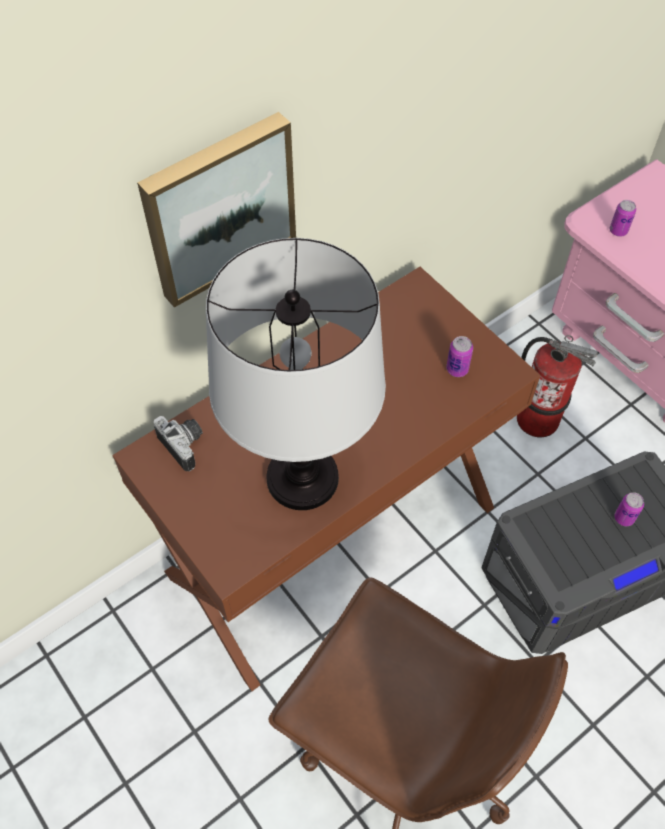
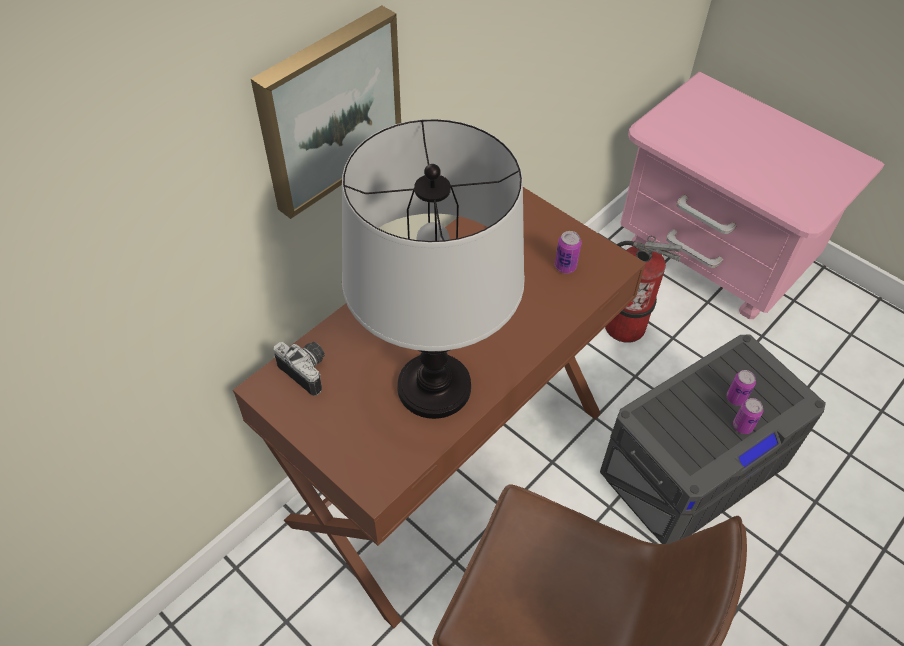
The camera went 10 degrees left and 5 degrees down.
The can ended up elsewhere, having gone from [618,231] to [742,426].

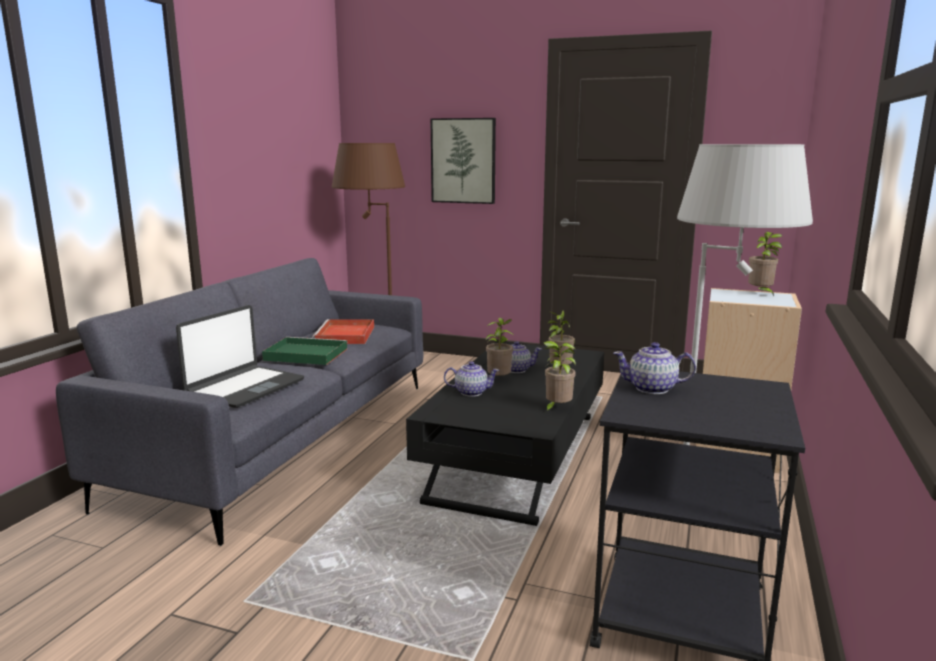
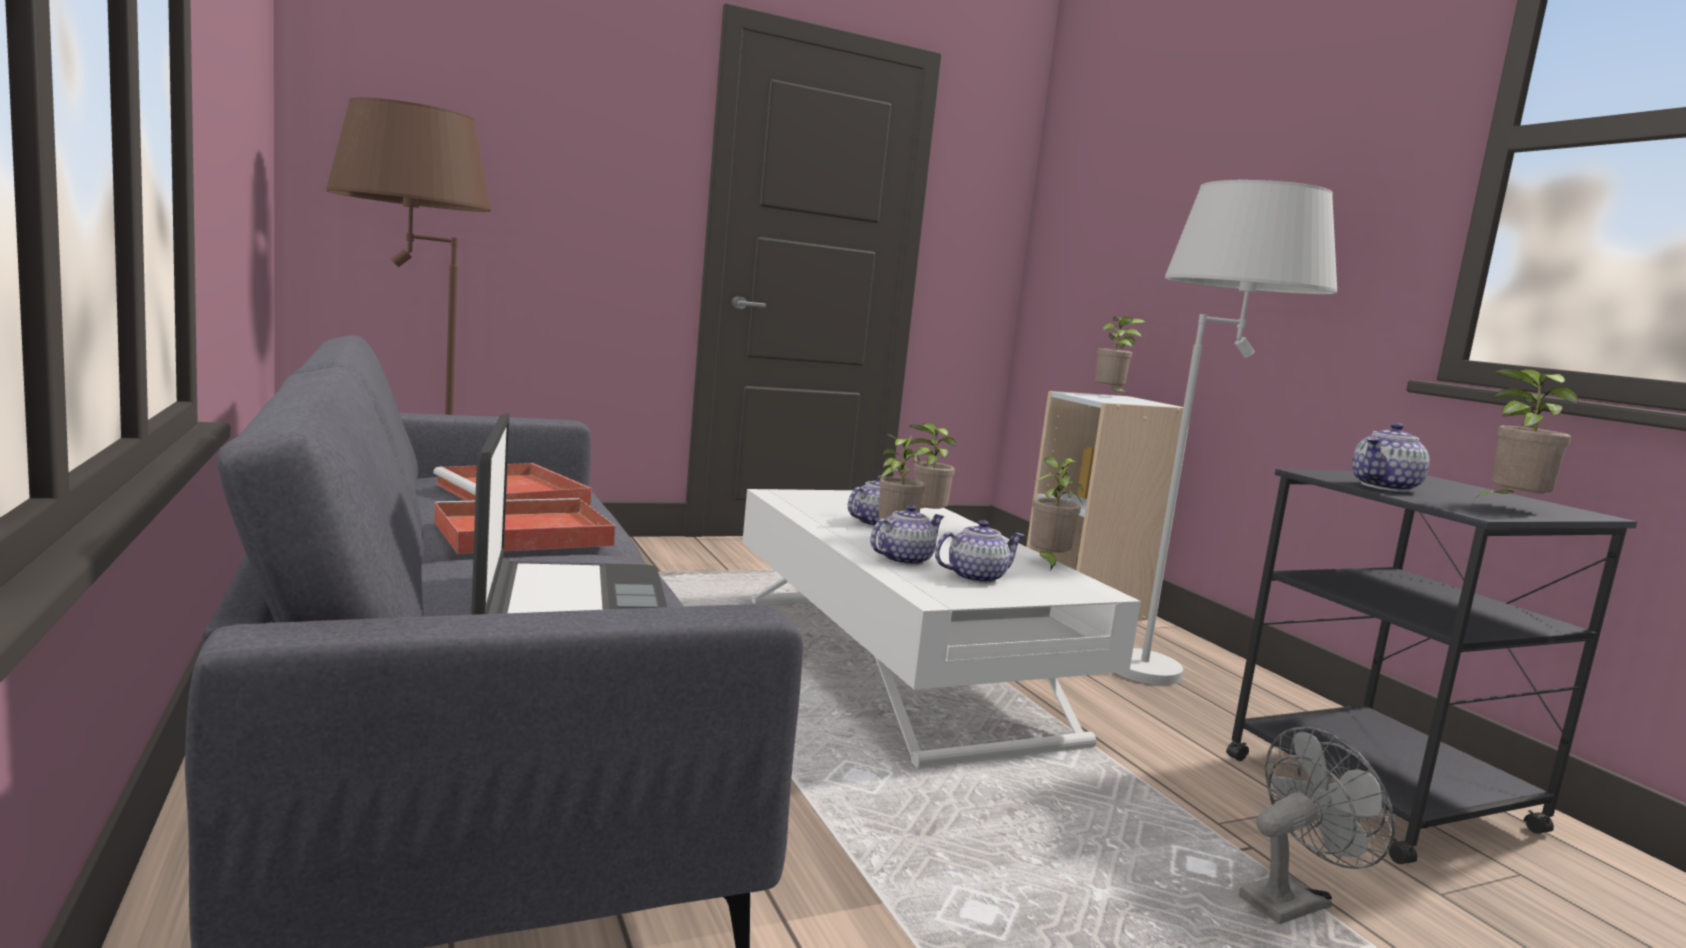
The camera went 45 degrees left and 5 degrees down.
The second view lost the picture at [463,161].
What was the tray in green at [304,354] turned into the tray in red at [519,534].
What was the coffee table in black at [517,456] turned into the coffee table in white at [897,664].
The second view gained the potted plant at [1511,507].
The second view gained the teapot at [975,577].
The second view gained the fan in grey at [1292,899].

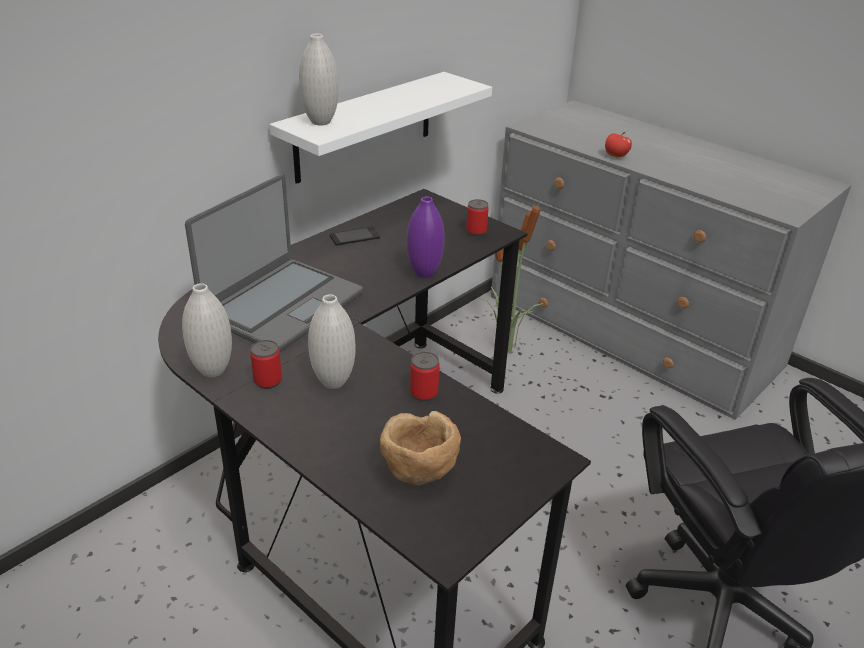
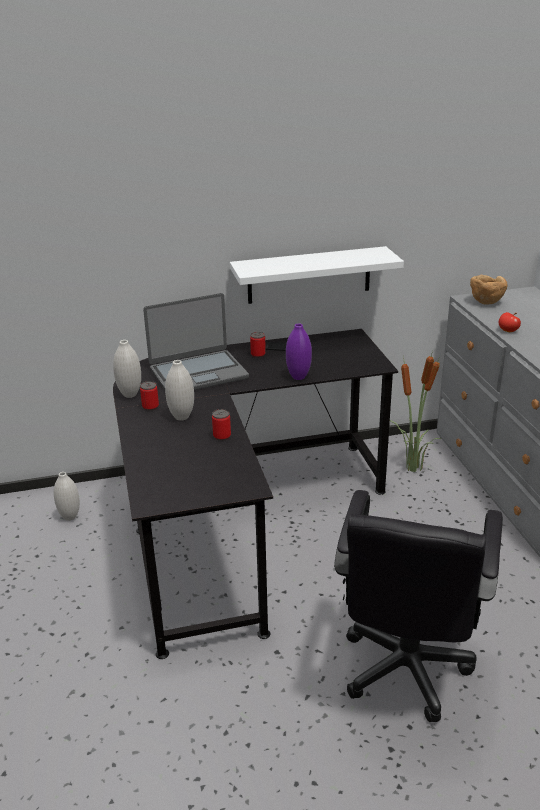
The camera went 35 degrees right and 5 degrees down.
The vase in white ended up elsewhere, having gone from [320,122] to [70,517].
The can ended up elsewhere, having gone from [476,231] to [258,355].
The bowl in brown ended up elsewhere, having gone from [418,473] to [486,302].

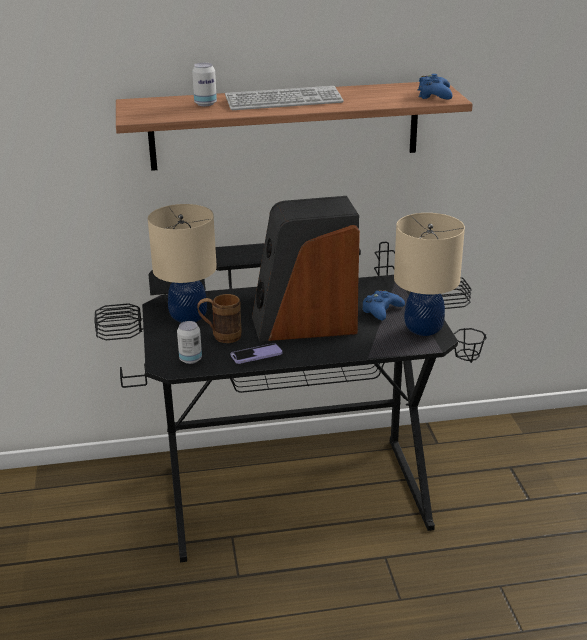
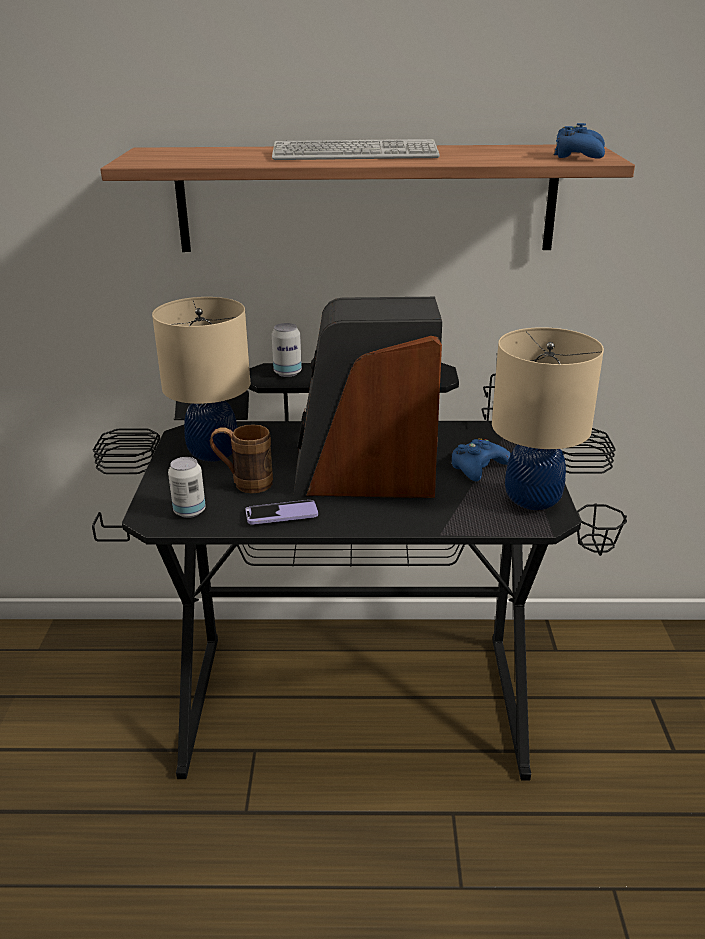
The camera went 10 degrees right and 0 degrees up.
The can ended up elsewhere, having gone from [205,104] to [287,373].

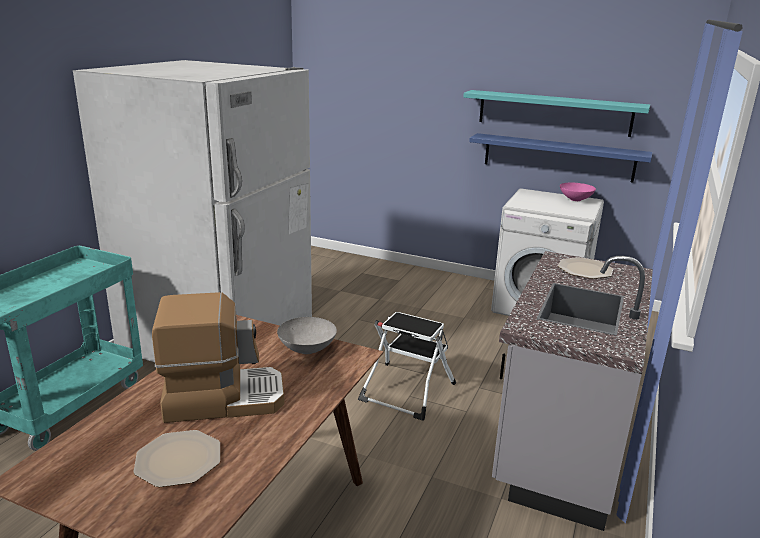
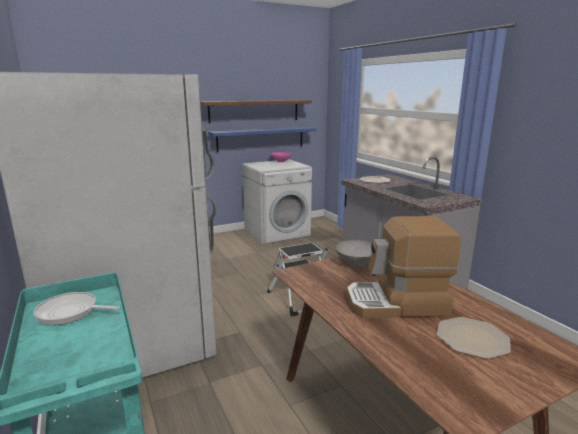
The camera went 50 degrees left and 5 degrees down.
What was the shelf in turquoise at [554,113] turned into the shelf in brown at [254,111].
The coffee machine at [223,397] ended up facing another way, 120 degrees counterclockwise from before.
The second view gained the frying pan at [70,312].

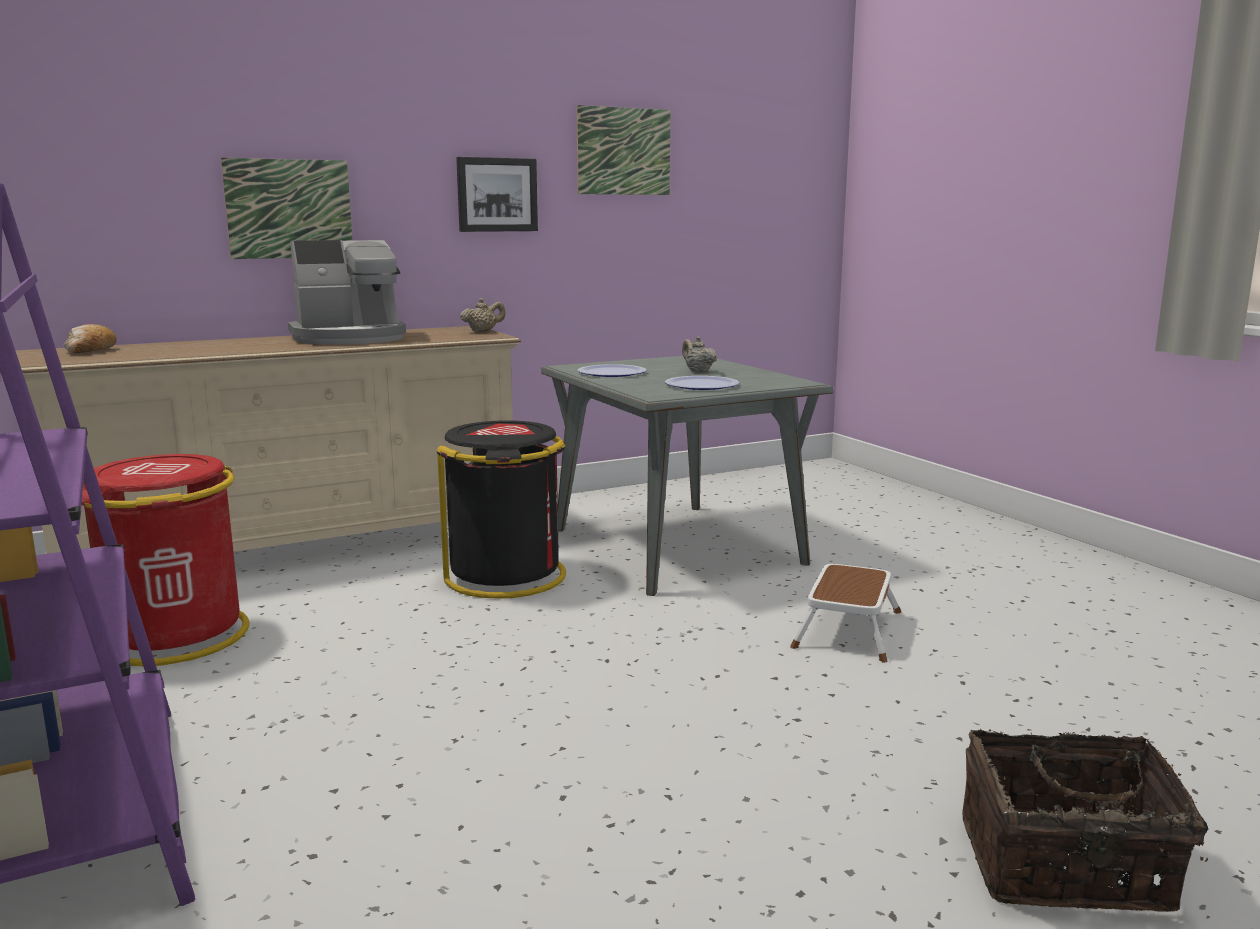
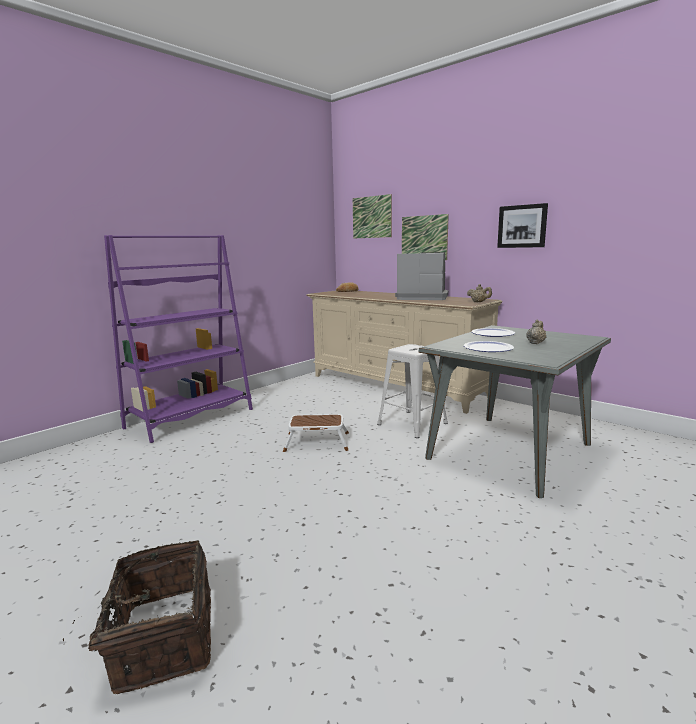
The camera went 70 degrees right and 0 degrees up.
The picture ended up elsewhere, having gone from [624,151] to [372,217].
The coffee machine at [350,338] ended up facing another way, 150 degrees clockwise from before.
Where the trash can in black stood at [507,576], the stool in white came to stand at [412,424].
The second view lost the trash can in red at [174,636].
The step ladder in brown ended up elsewhere, having gone from [848,629] to [317,442].

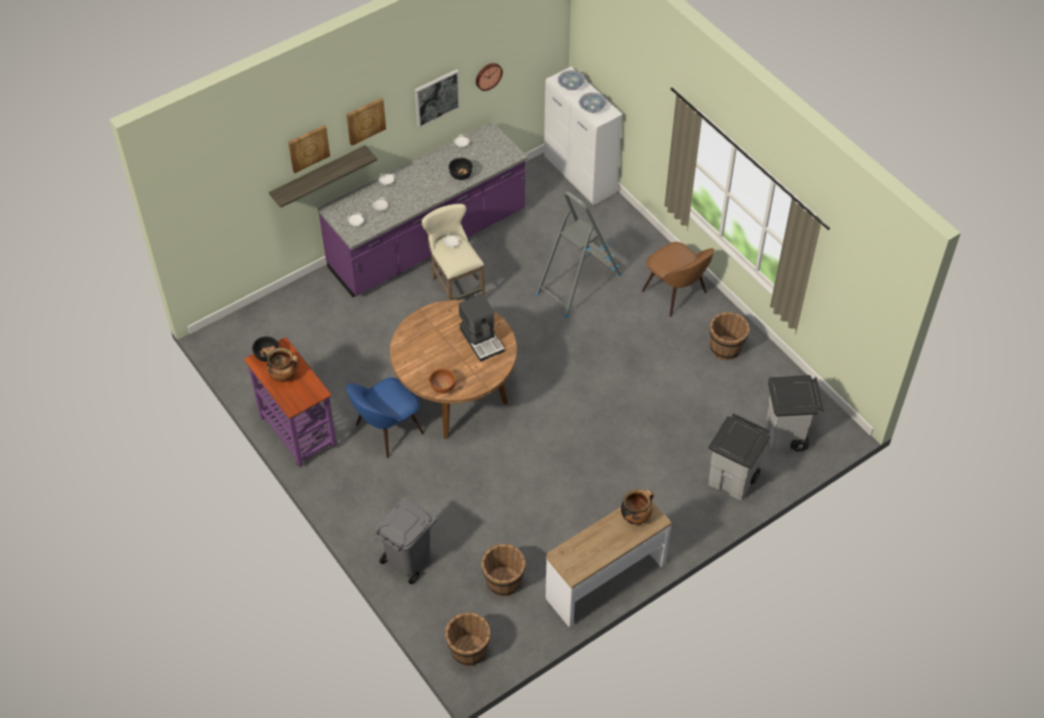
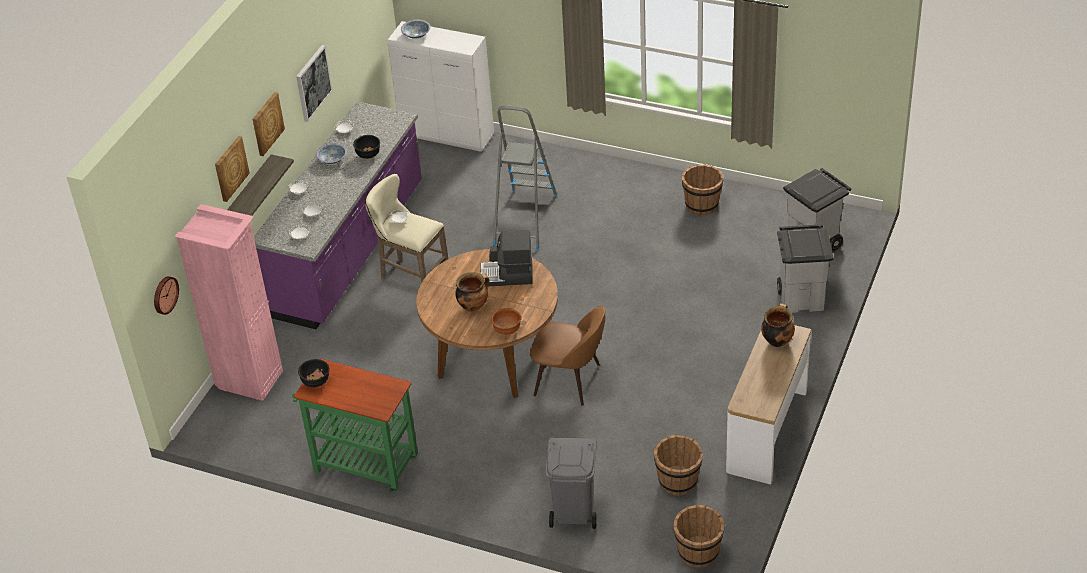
The camera went 30 degrees left and 10 degrees down.
The wall clock ended up elsewhere, having gone from [488,75] to [164,295].
The bowl ended up elsewhere, having gone from [592,107] to [332,159].
The chair in brown ended up elsewhere, having gone from [676,293] to [570,380].
The coffee machine at [482,339] ended up facing another way, 150 degrees clockwise from before.
What was the cart in purple at [297,431] turned into the cart in green at [364,465].
The cooking pot ended up elsewhere, having gone from [284,376] to [473,306].
The second view lost the chair in blue at [387,430].
The second view gained the cabinet in pink at [250,379].

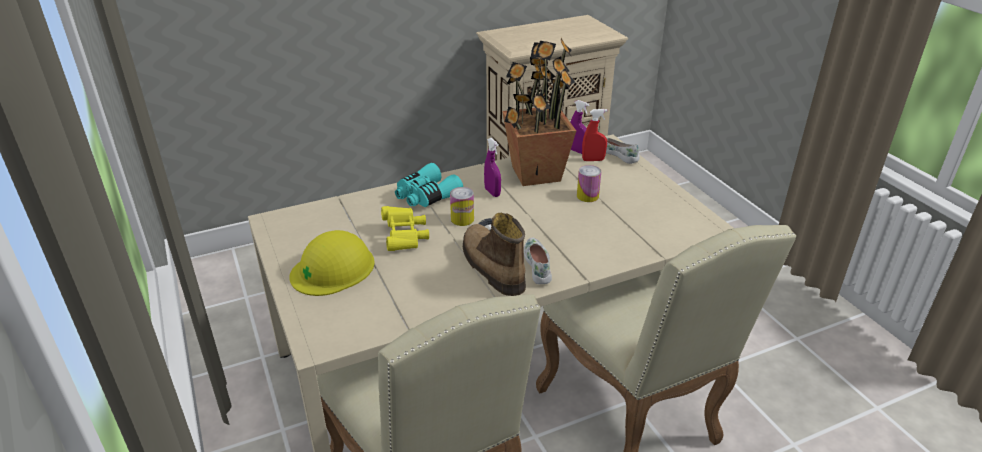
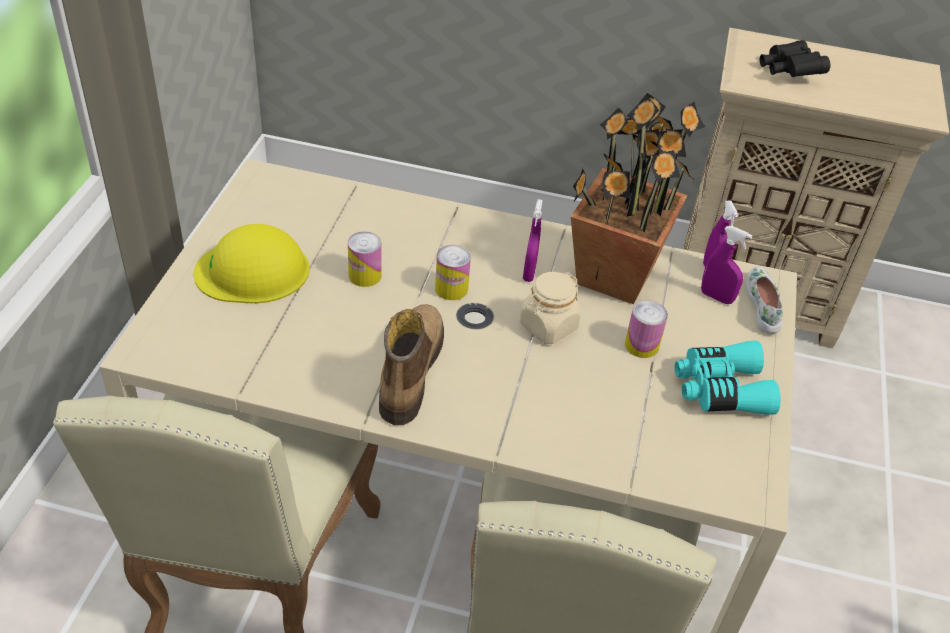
The camera went 35 degrees right and 10 degrees up.
What was the spray bottle in red at [593,160] turned into the spray bottle in purple at [716,297].
The binoculars in turquoise ended up elsewhere, having gone from [426,196] to [720,389].
Where the binoculars in yellow stood at [405,237], the can came to stand at [365,275].
The second view lost the shoe in white at [538,265].
The second view gained the binoculars in black at [788,72].
The second view gained the jar in beige at [548,326].

